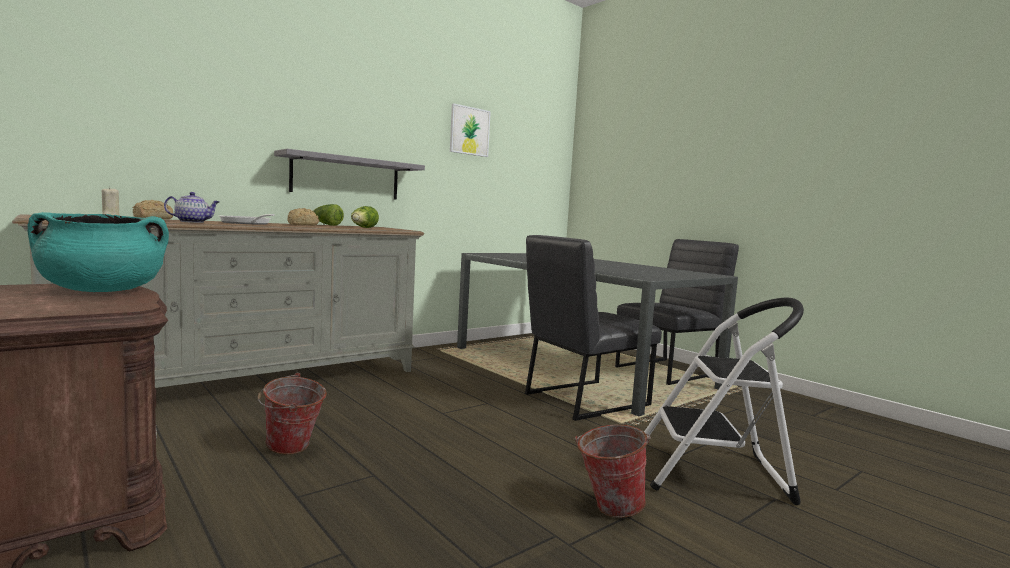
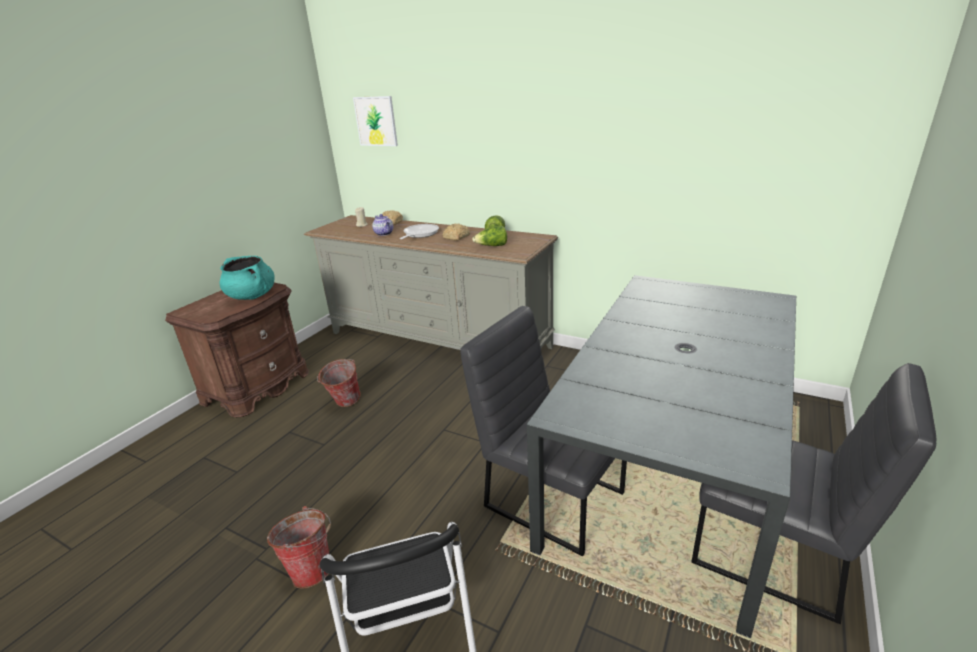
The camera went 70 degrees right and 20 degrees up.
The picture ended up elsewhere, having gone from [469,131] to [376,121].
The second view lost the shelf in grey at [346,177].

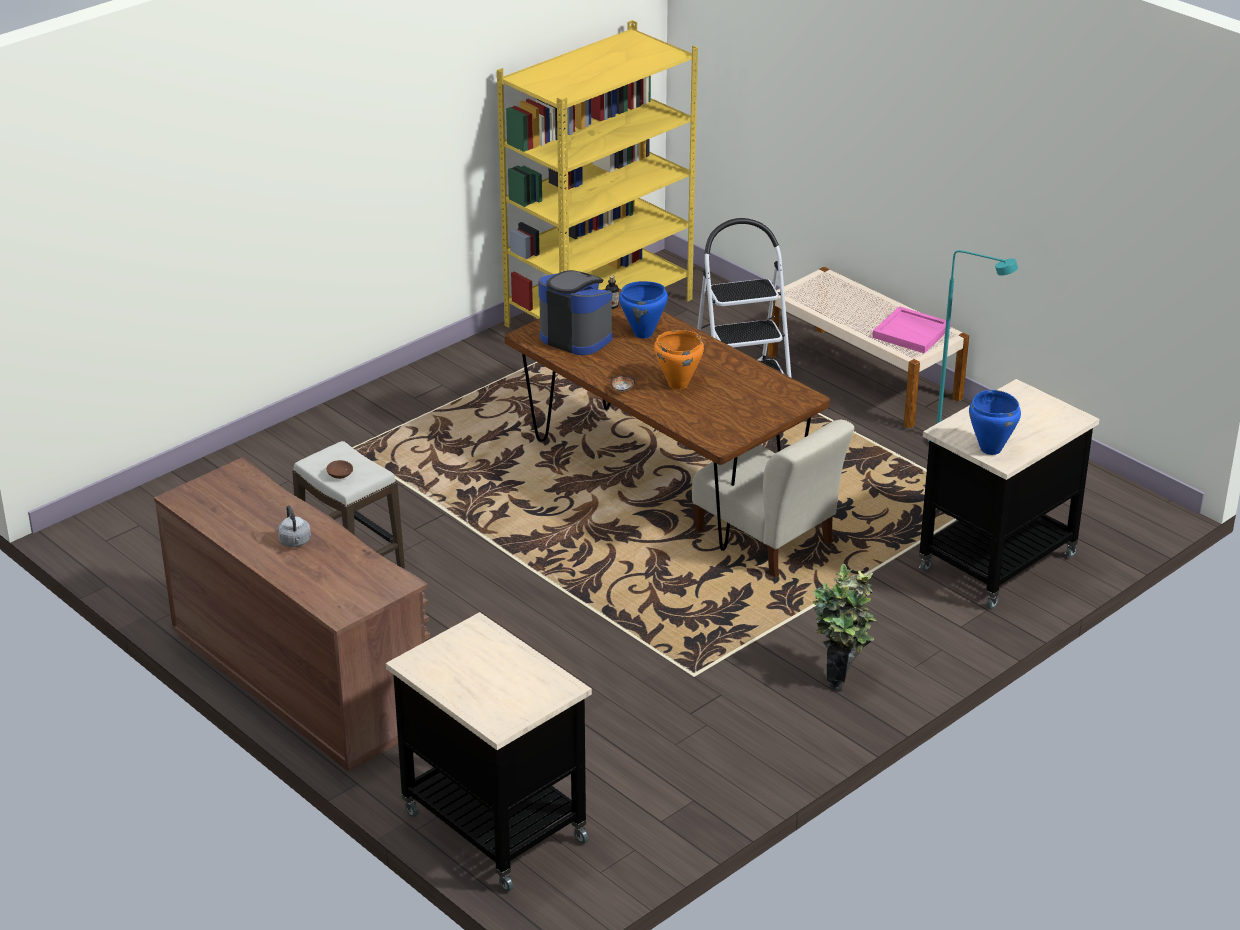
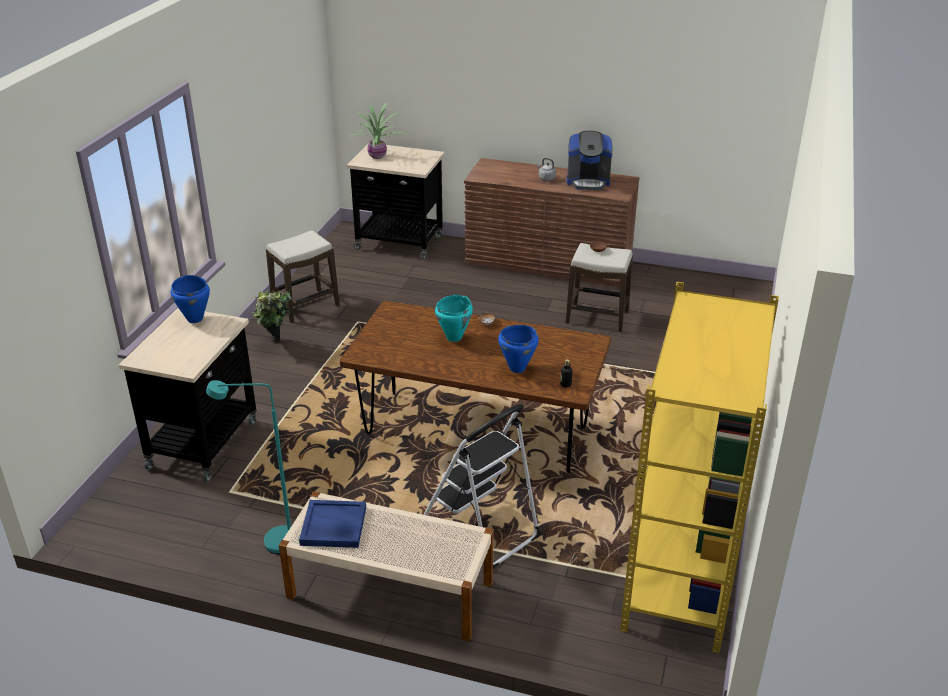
The camera went 150 degrees right and 0 degrees up.
The coffee machine ended up elsewhere, having gone from [576,337] to [588,181].
What was the tray in pink at [912,333] turned into the tray in blue at [333,526].
What was the cooking pot in orange at [677,384] turned into the cooking pot in turquoise at [454,337].
The second view lost the chair in beige at [767,540].
The second view gained the potted plant at [378,156].
The second view gained the stool at [305,306].

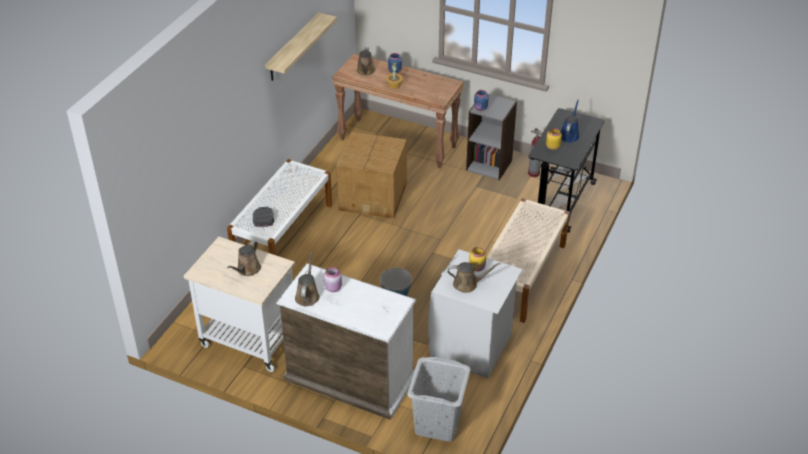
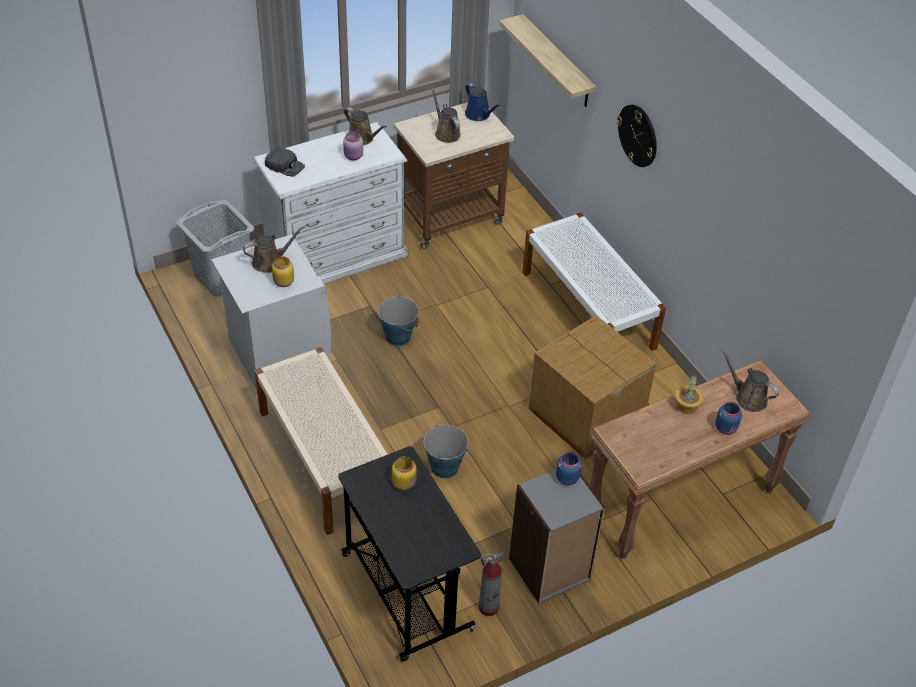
The camera went 125 degrees right and 5 degrees up.
The shelf ended up elsewhere, having gone from [293,47] to [557,62].
The watering can in blue ended up elsewhere, having gone from [569,135] to [479,115].
The cap in black ended up elsewhere, having gone from [263,217] to [285,165].
What was the cart in white at [249,341] turned into the cart in brown at [449,218].
The watering can in brown at [468,284] ended up facing another way, 150 degrees counterclockwise from before.
The second view gained the wall clock at [638,135].
The second view gained the bucket at [444,467].

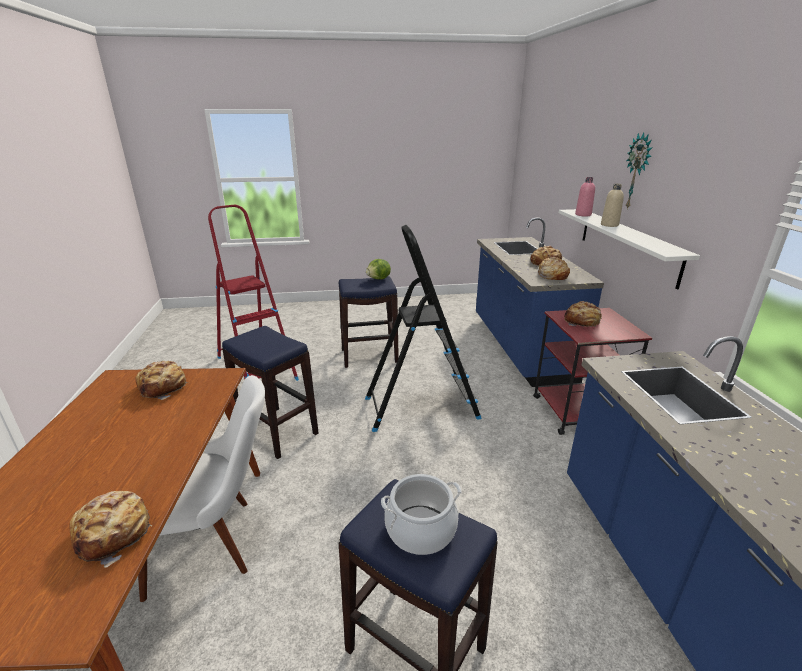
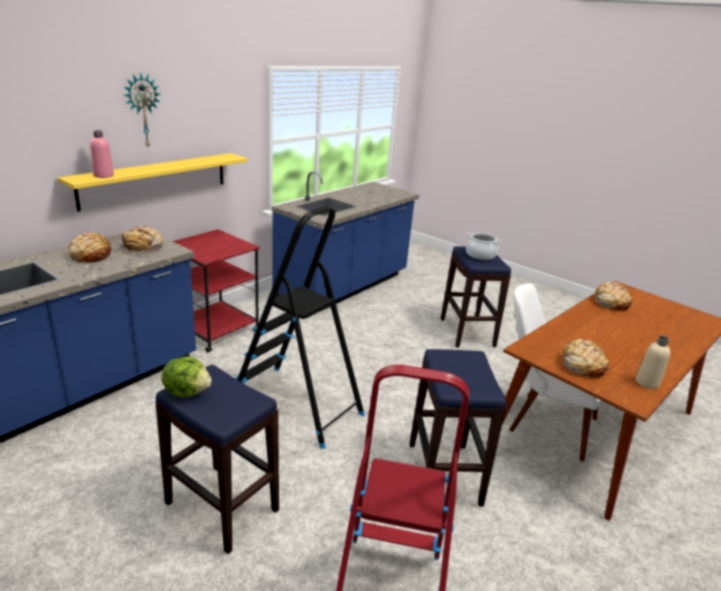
The camera went 135 degrees left and 0 degrees up.
The bottle in beige ended up elsewhere, having gone from [609,225] to [647,383].
What was the shelf in white at [627,244] turned into the shelf in yellow at [156,180].
The second view lost the bread at [582,322].

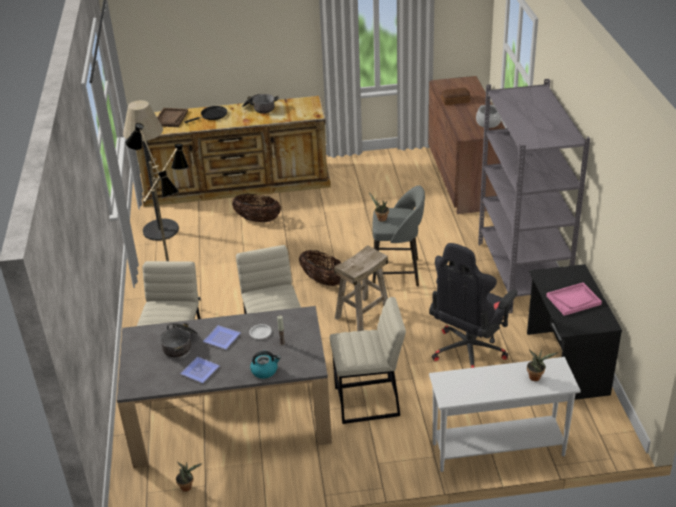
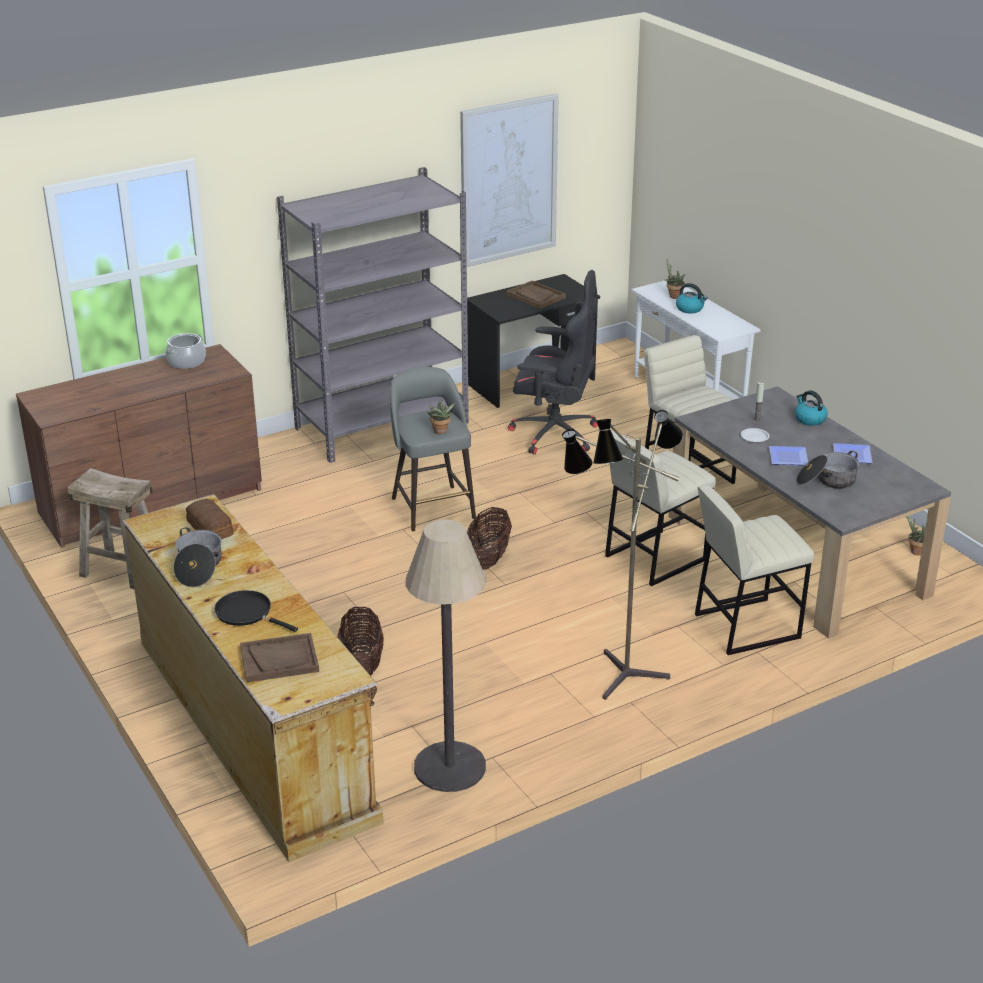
The camera went 115 degrees left and 5 degrees down.
The bread ended up elsewhere, having gone from [454,100] to [209,529].
The stool in beige ended up elsewhere, having gone from [363,315] to [122,569].
What was the tray in pink at [573,300] turned into the tray in brown at [535,296].
The second view gained the picture at [508,180].
The second view gained the kettle at [690,309].

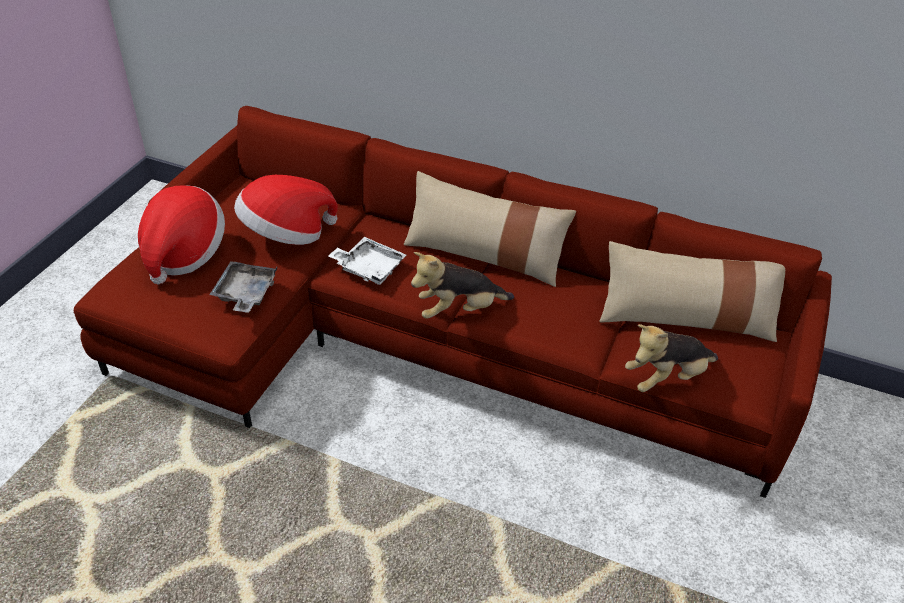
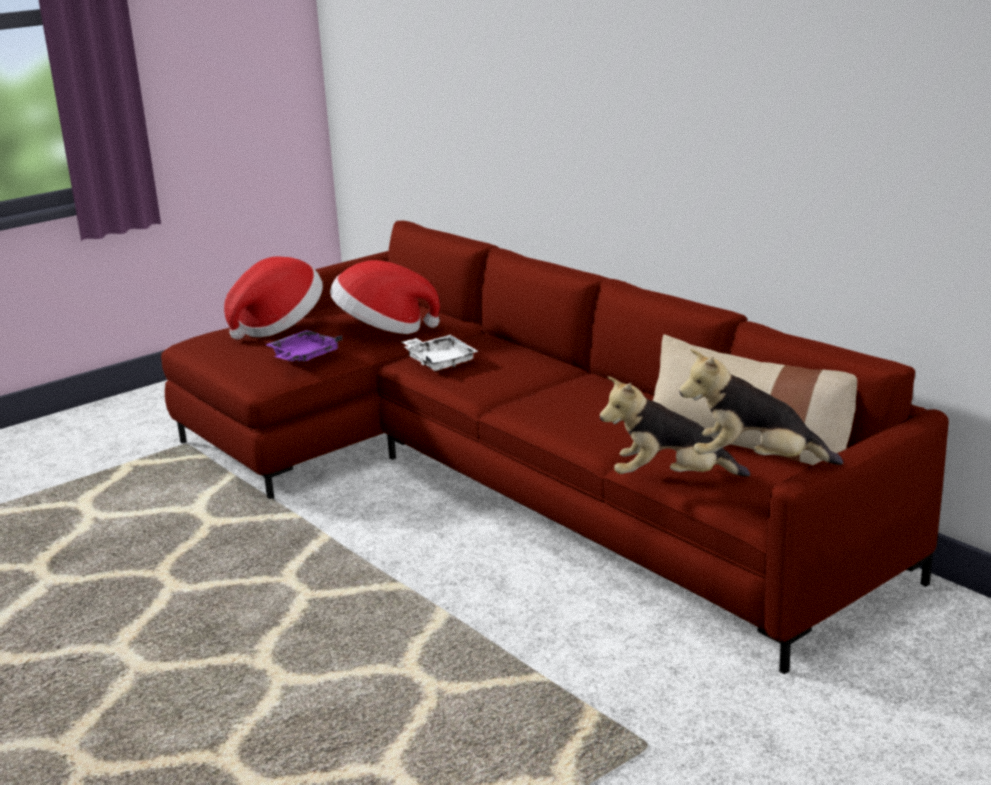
The camera went 30 degrees right and 20 degrees down.
The second view lost the pillow in beige at [484,255].
The plush toy ended up elsewhere, having gone from [459,310] to [755,463].
What was the tray in grey at [245,294] turned into the tray in purple at [303,356].

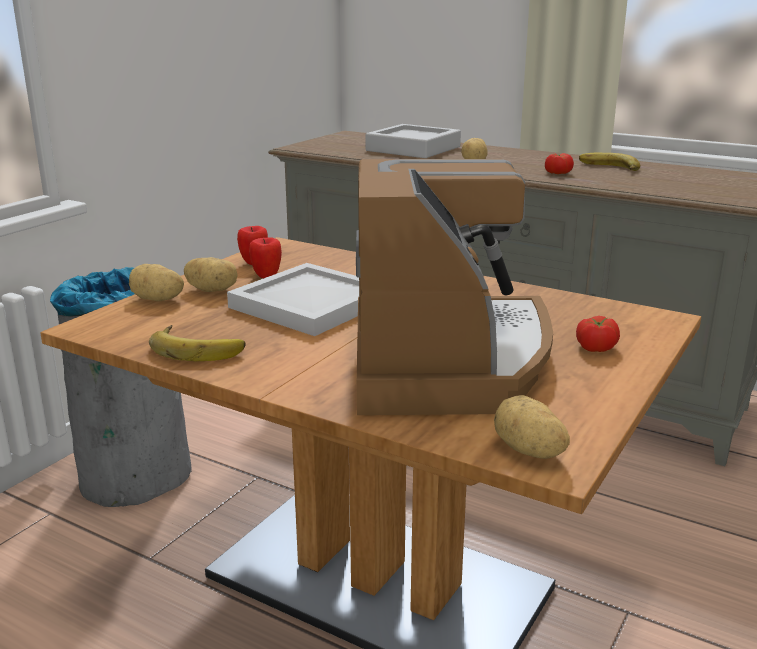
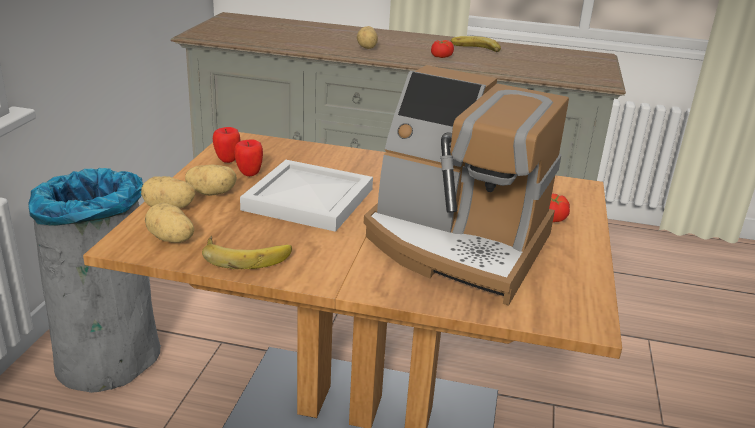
The camera went 20 degrees left and 5 degrees up.
The second view lost the tray in grey at [413,149].
The coffee machine at [448,362] ended up facing another way, 135 degrees clockwise from before.
The potato ended up elsewhere, having gone from [528,451] to [170,239].

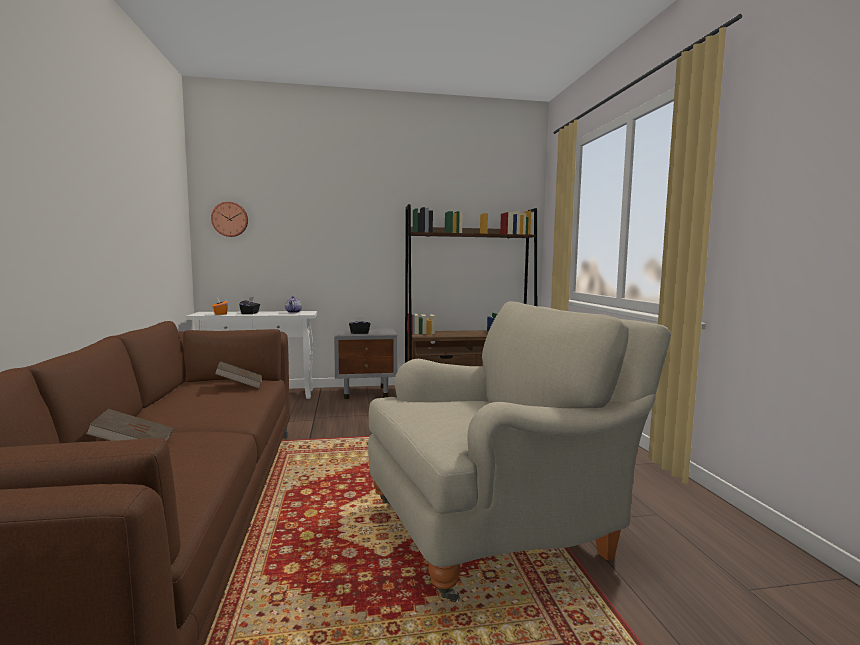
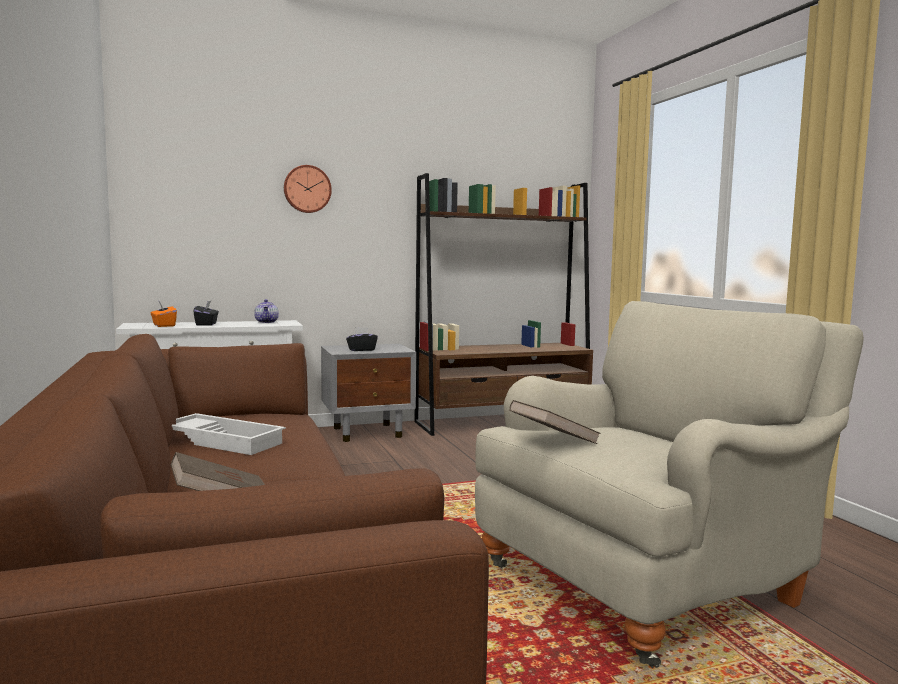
The camera went 10 degrees left and 0 degrees up.
The wall clock ended up elsewhere, having gone from [230,219] to [307,189].
The book in brown ended up elsewhere, having gone from [239,386] to [553,441].
The second view gained the tray in white at [224,441].

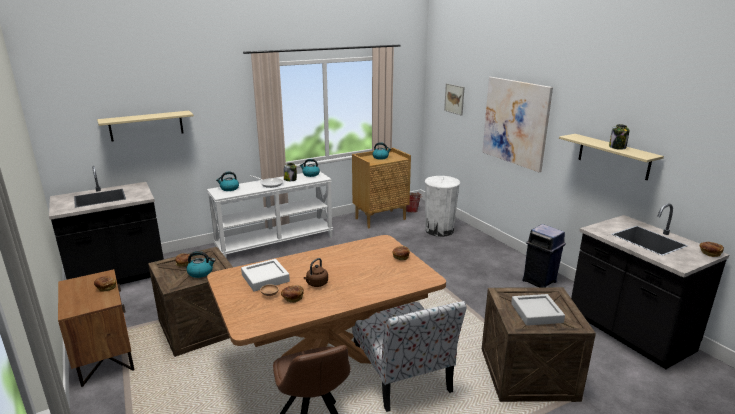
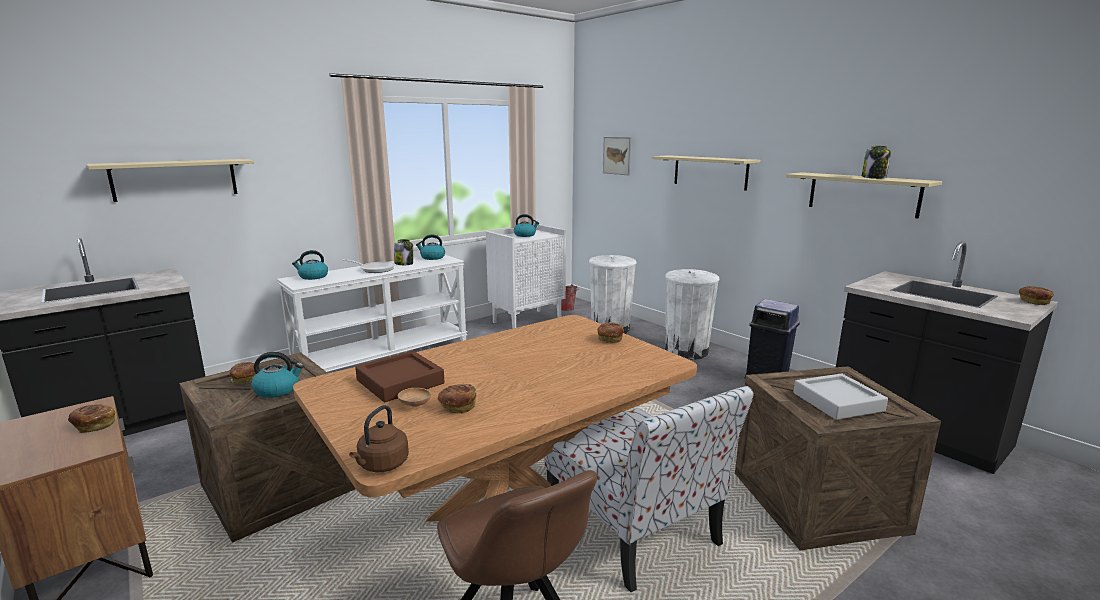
The camera went 10 degrees left and 5 degrees down.
Where the picture hung at [515,122], the shelf in beige came to hang at [710,172].
What was the cabinet in brown at [381,219] turned into the cabinet in white at [527,321].
The kettle in brown ended up elsewhere, having gone from [316,284] to [382,465].
What was the tray in white at [265,278] turned into the tray in brown at [400,382].
The second view gained the trash can in white at [686,351].

